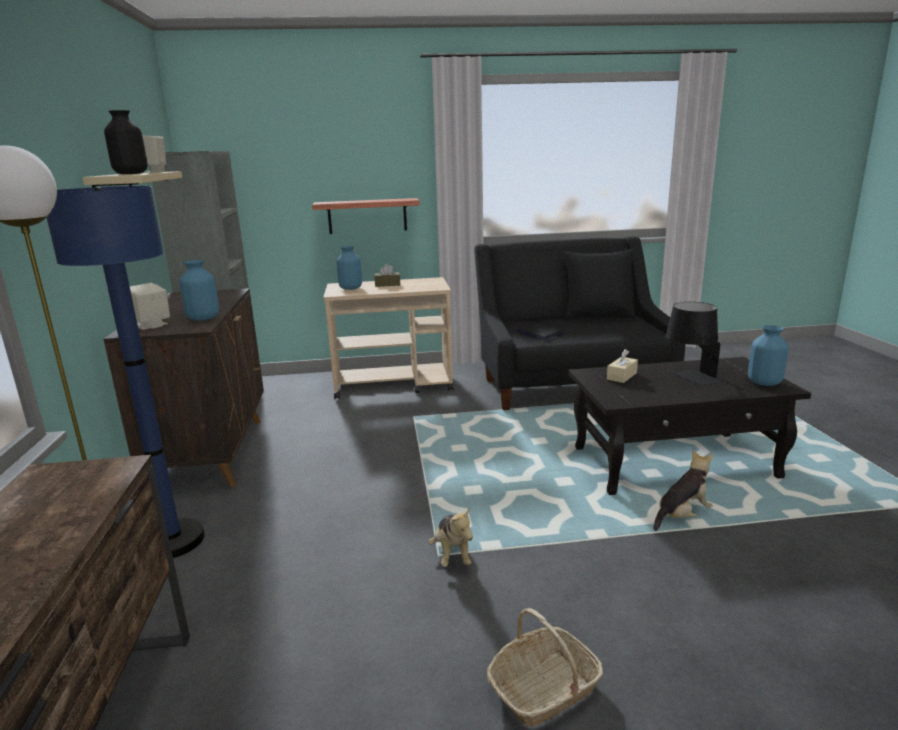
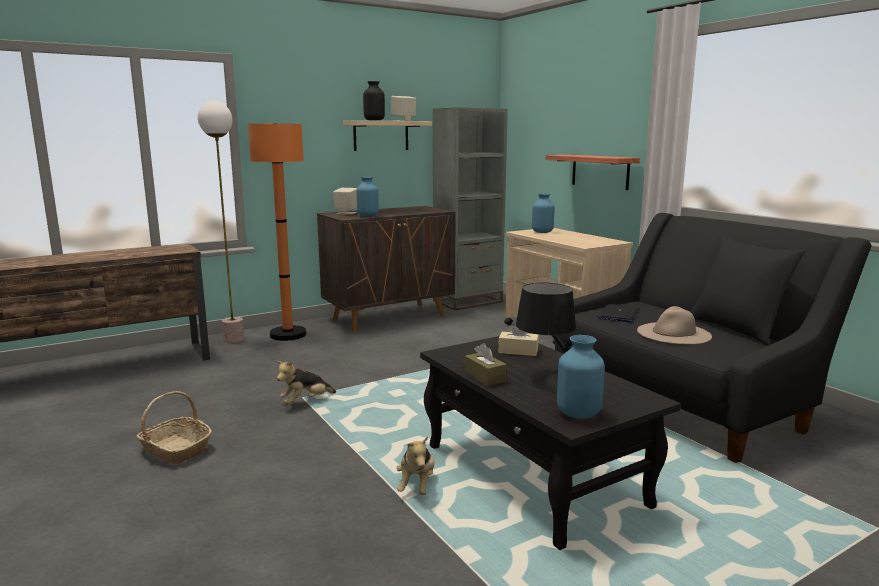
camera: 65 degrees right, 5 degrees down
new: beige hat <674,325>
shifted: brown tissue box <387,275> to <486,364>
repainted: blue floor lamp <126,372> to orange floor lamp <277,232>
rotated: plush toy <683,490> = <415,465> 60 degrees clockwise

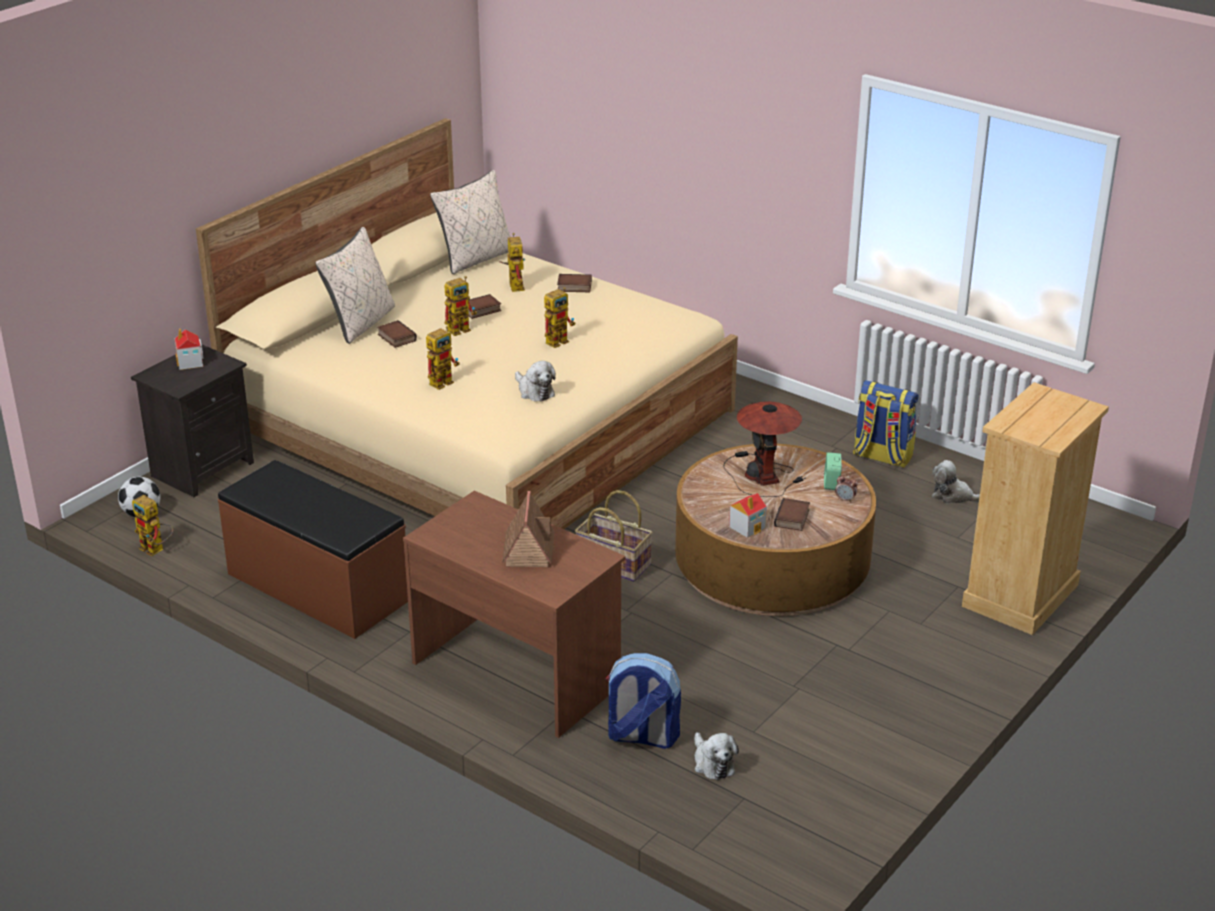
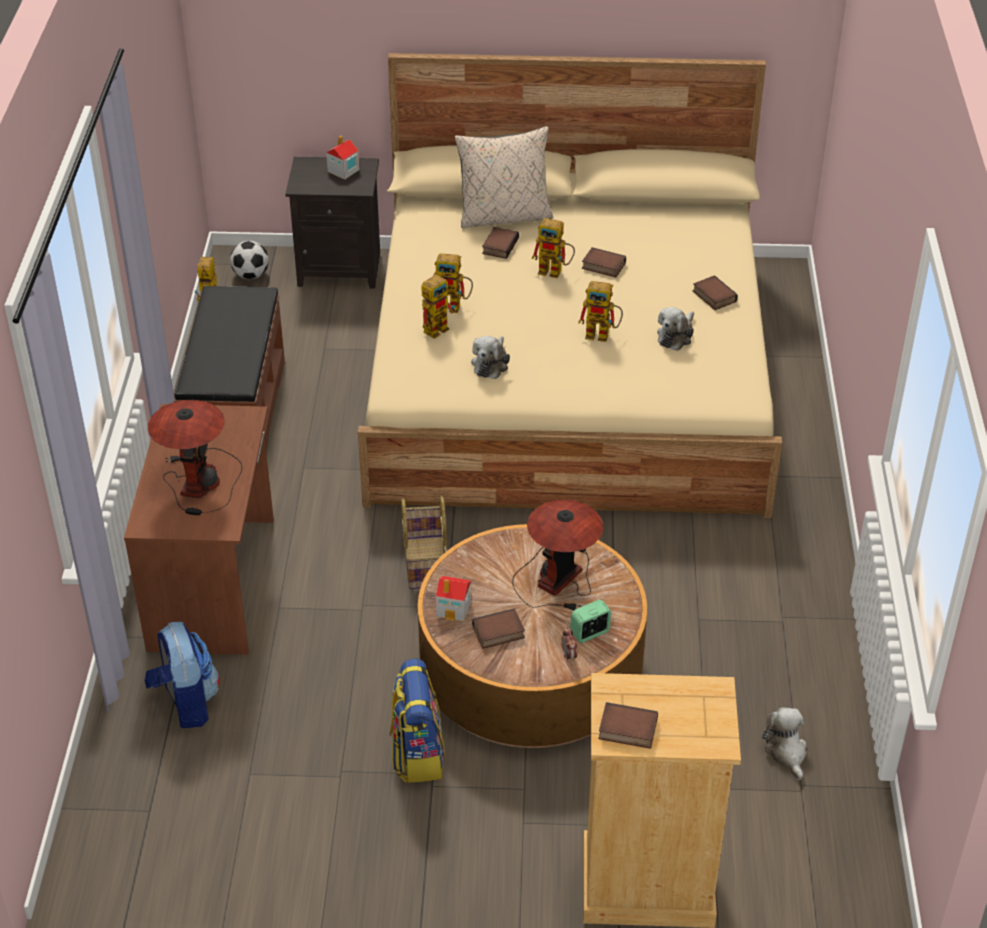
camera: 55 degrees right, 10 degrees up
gone: beige pillow <470,222>
new: book <628,725>
shifted: toy robot <512,262> to <438,306>; plush toy <716,756> to <675,329>; backpack <886,424> to <417,721>
swapped: toy house <528,529> to table lamp <195,457>

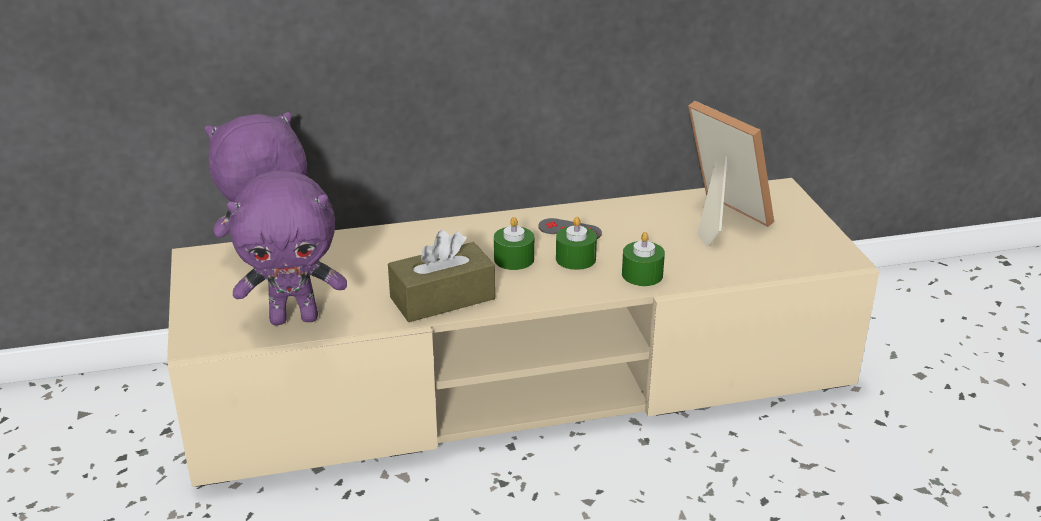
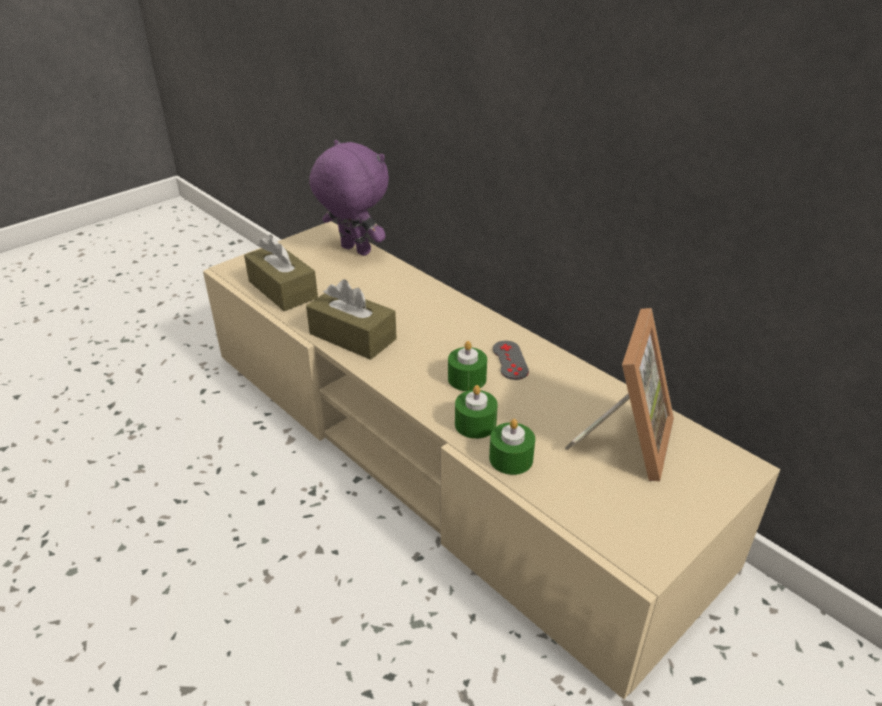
camera: 60 degrees right, 5 degrees up
shifted: green candle <514,243> to <512,447>
swapped: purple plush toy <287,247> to brown tissue box <281,273>

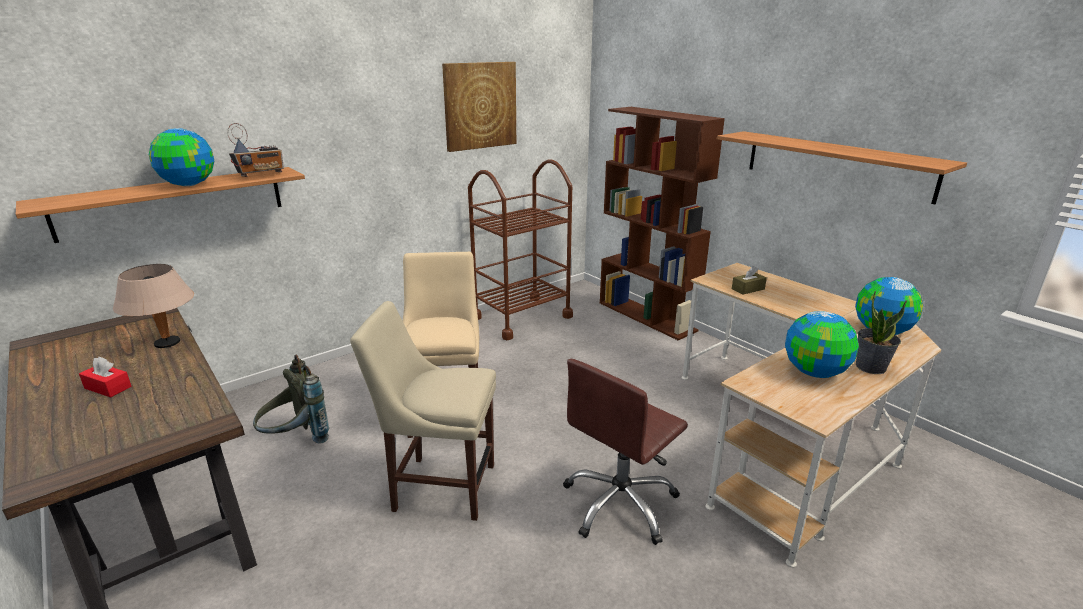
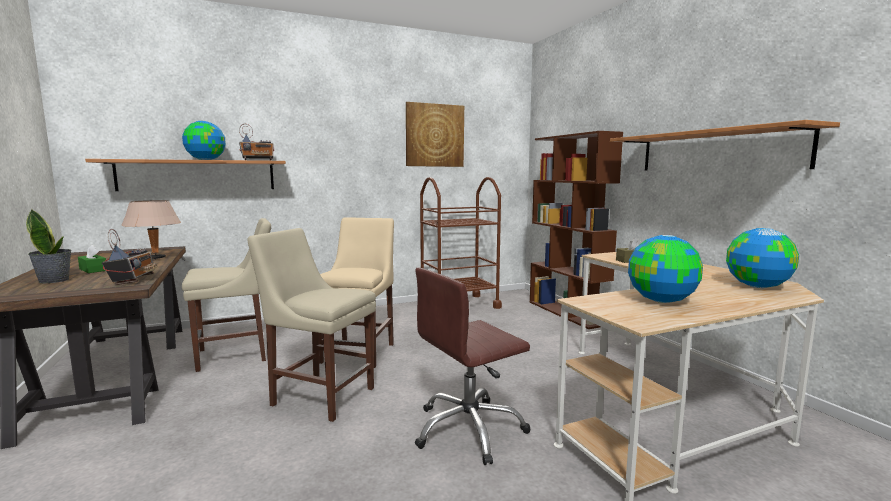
camera: 15 degrees right, 15 degrees down
new: radio <129,257>
shifted: potted plant <881,332> to <49,246>
swapped: grey backpack <291,399> to beige chair <226,295>
repainted: red tissue box <105,377> to green tissue box <92,259>

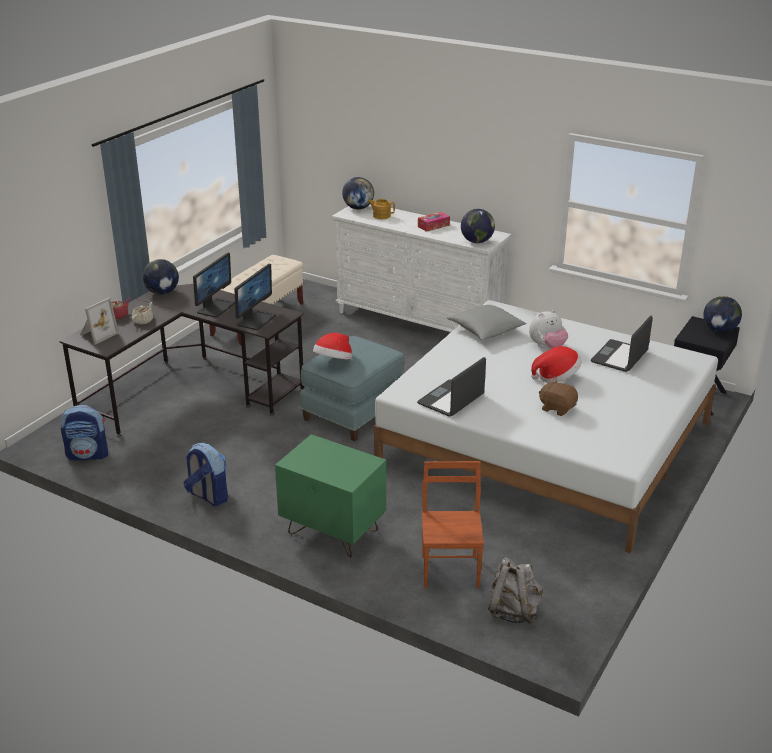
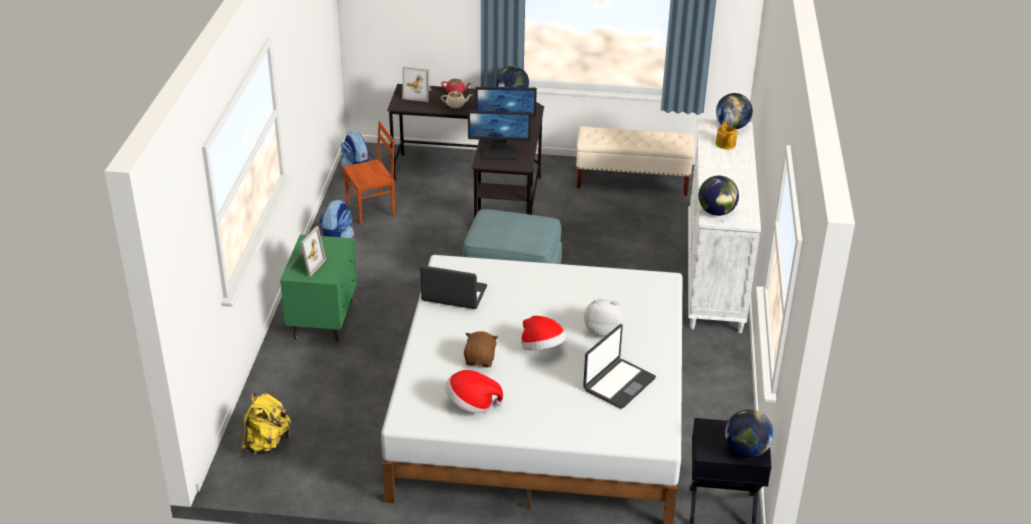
camera: 65 degrees right, 5 degrees up
gone: tissue box <434,222>; grey pillow <487,322>
new: picture frame <306,251>
shifted: hat <332,346> to <474,392>; brown chair <453,525> to <369,173>
repainted: grey backpack <515,590> to yellow backpack <266,424>
rotated: plush toy <548,329> = <604,318> 150 degrees clockwise; laptop <622,344> = <619,366> 120 degrees clockwise

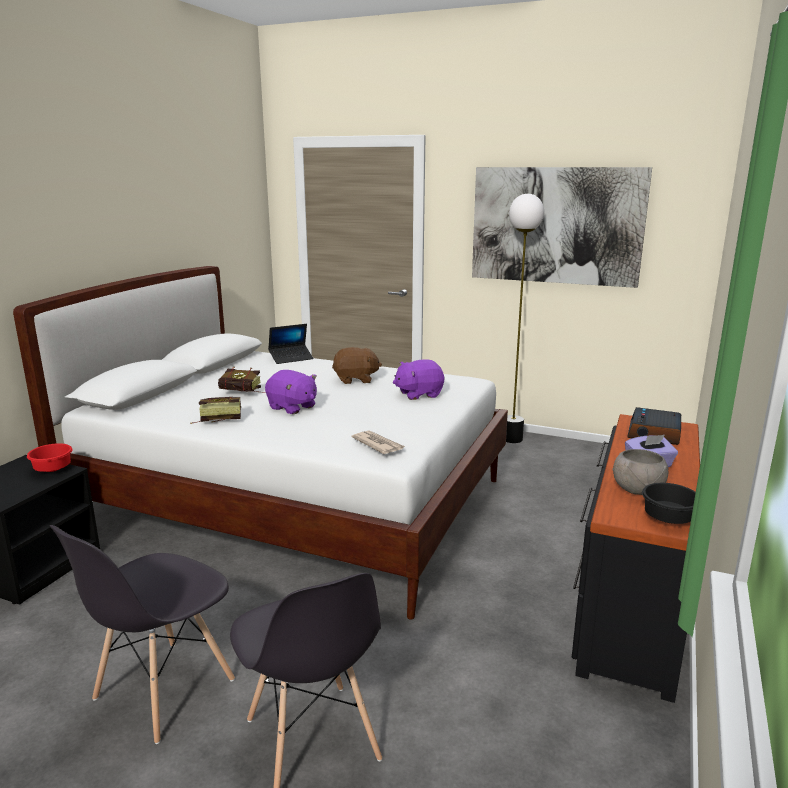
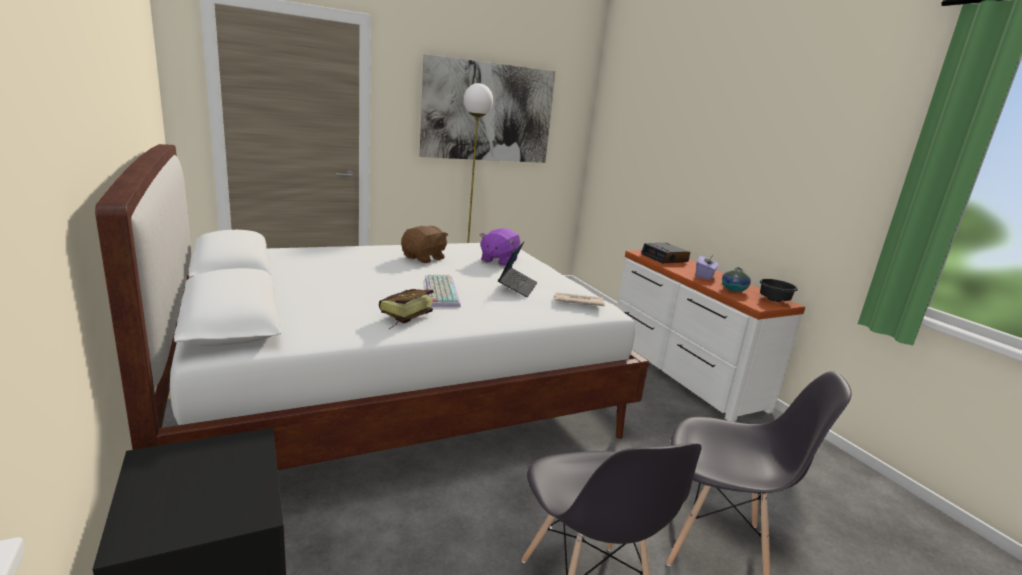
camera: 50 degrees left, 0 degrees up
gone: red bowl <50,457>; book <242,380>
shifted: laptop <290,344> to <518,269>
swapped: purple plush toy <291,392> to keyboard <443,290>; grey bowl <640,472> to vase <736,279>
repainted: black dresser <636,558> to white dresser <711,336>

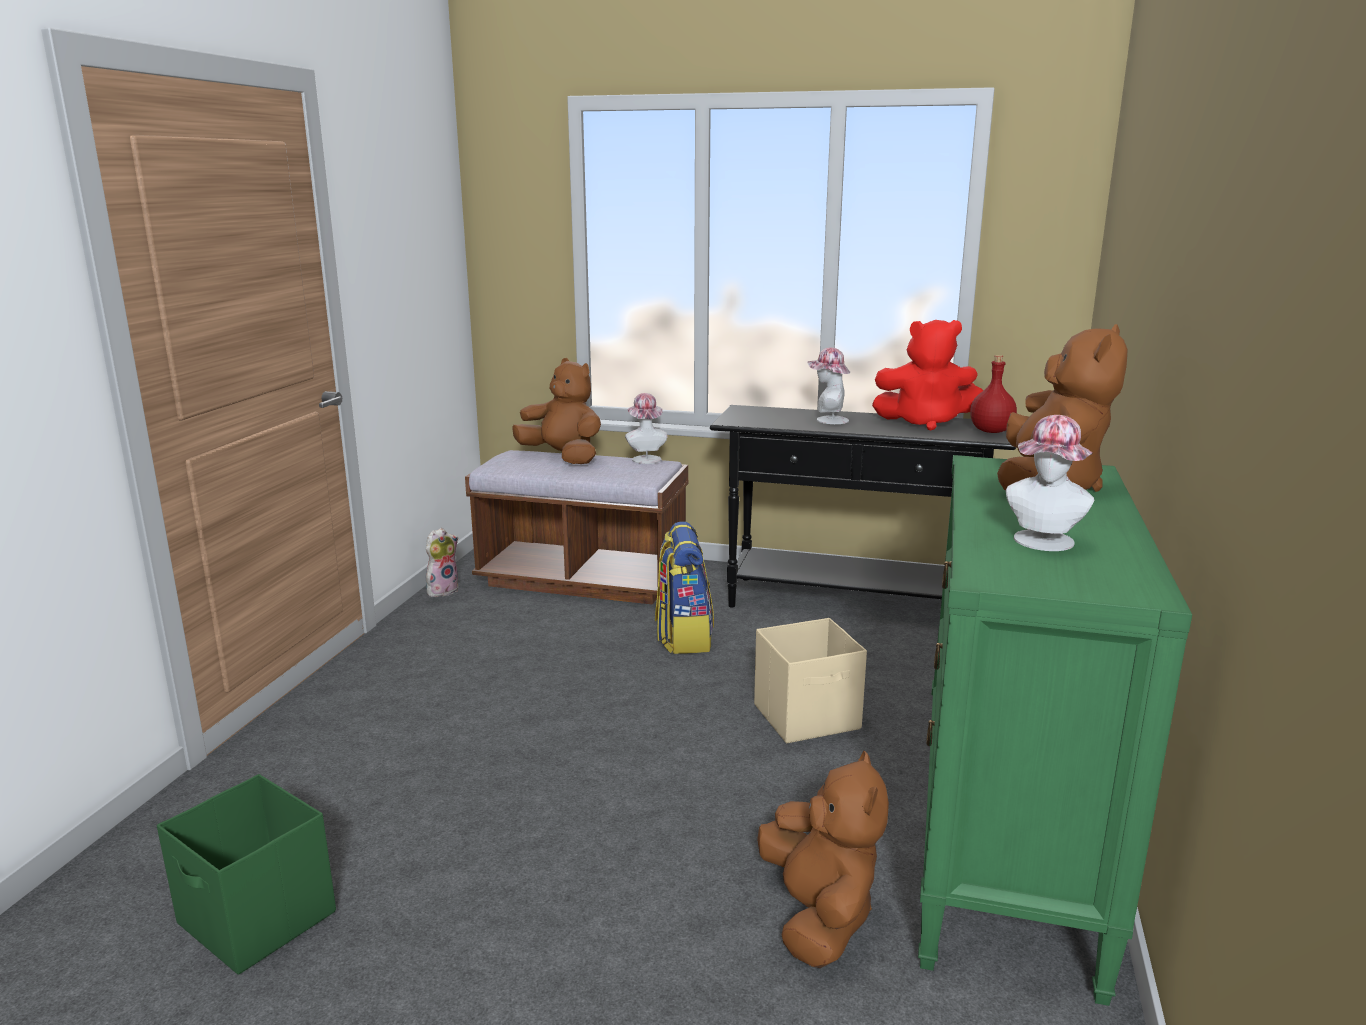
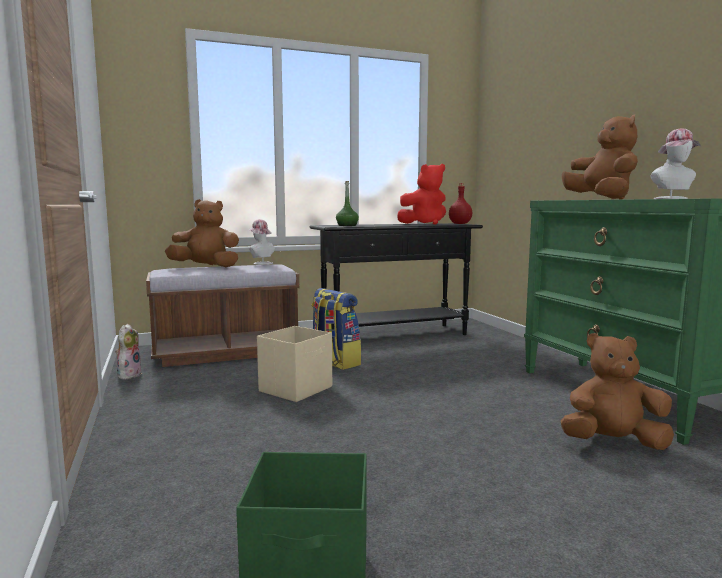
camera: 35 degrees left, 10 degrees down
gone: hat <829,385>
new: green bottle <347,203>
shifted: beige storage box <810,680> to <294,364>
rotated: brown plush toy <823,859> = <617,391> 45 degrees counterclockwise

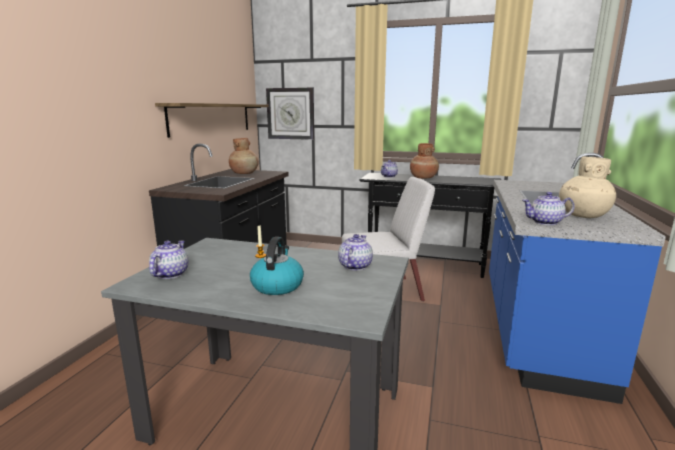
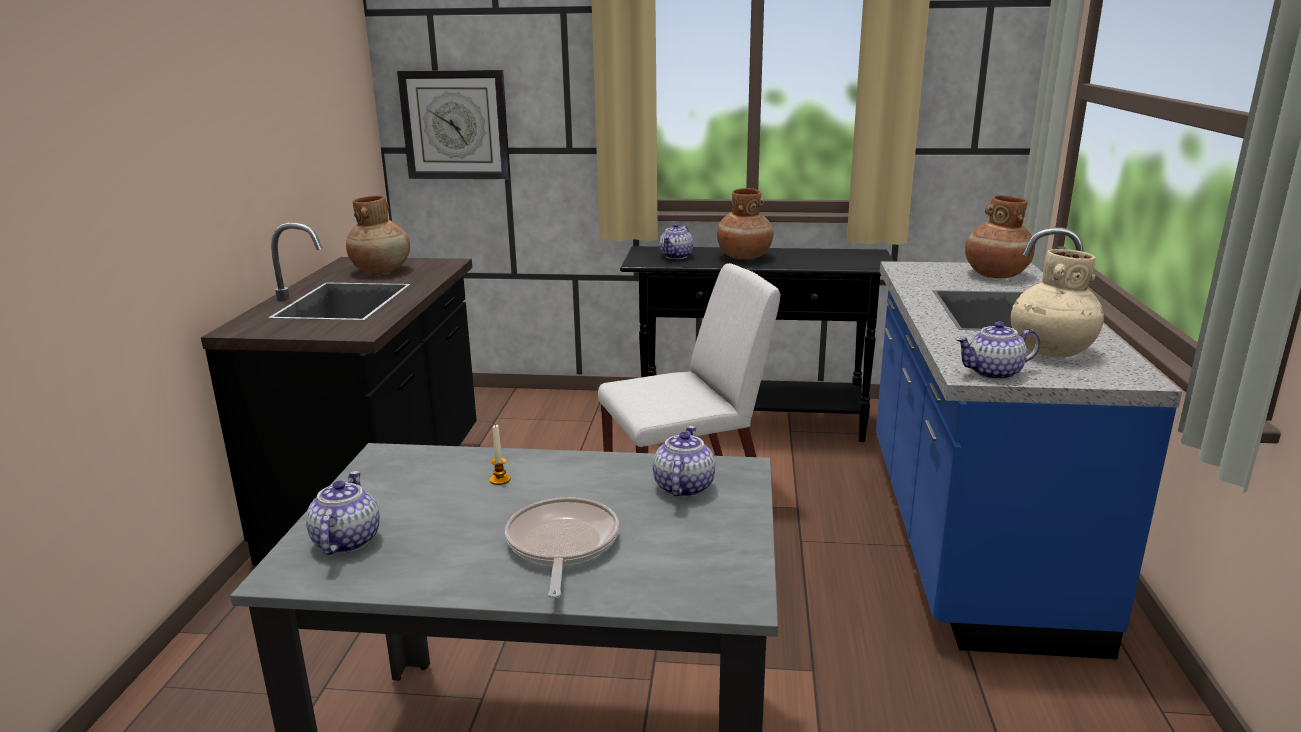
camera: 10 degrees left, 5 degrees up
gone: shelf <212,120>
new: brown vase <1000,236>
swapped: kettle <277,266> to frying pan <562,547>

